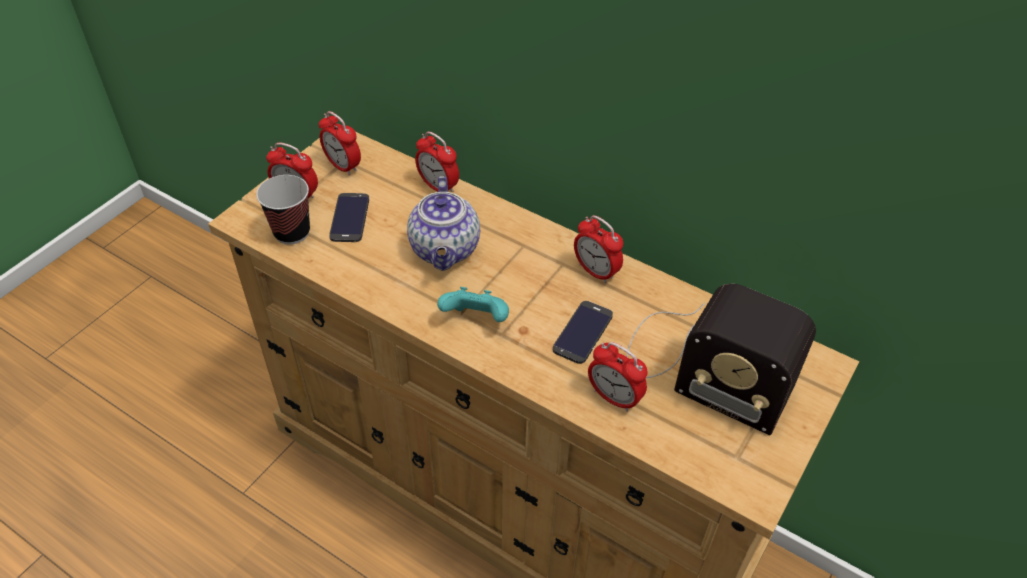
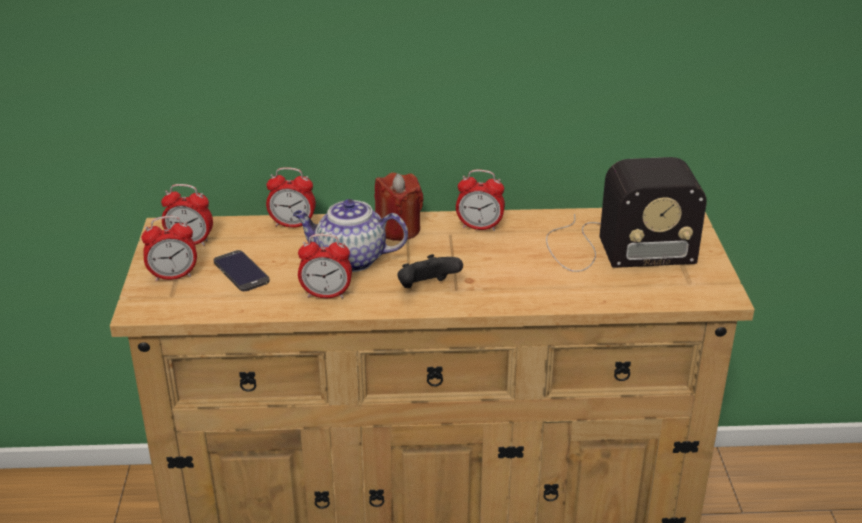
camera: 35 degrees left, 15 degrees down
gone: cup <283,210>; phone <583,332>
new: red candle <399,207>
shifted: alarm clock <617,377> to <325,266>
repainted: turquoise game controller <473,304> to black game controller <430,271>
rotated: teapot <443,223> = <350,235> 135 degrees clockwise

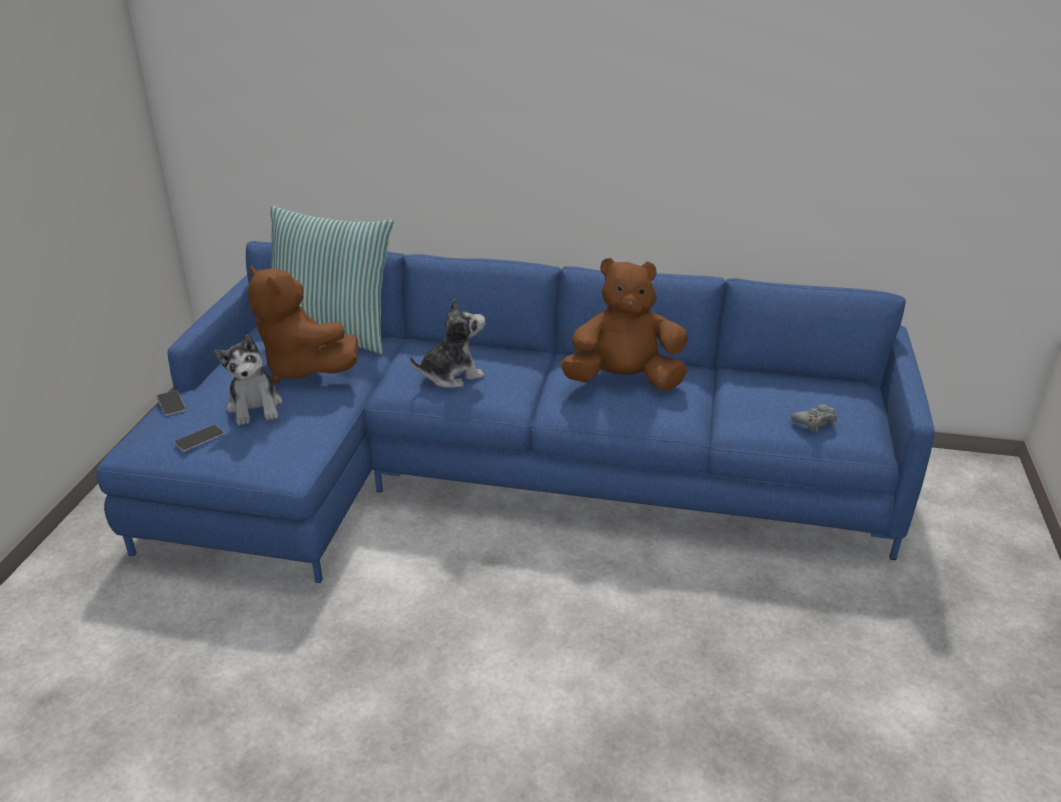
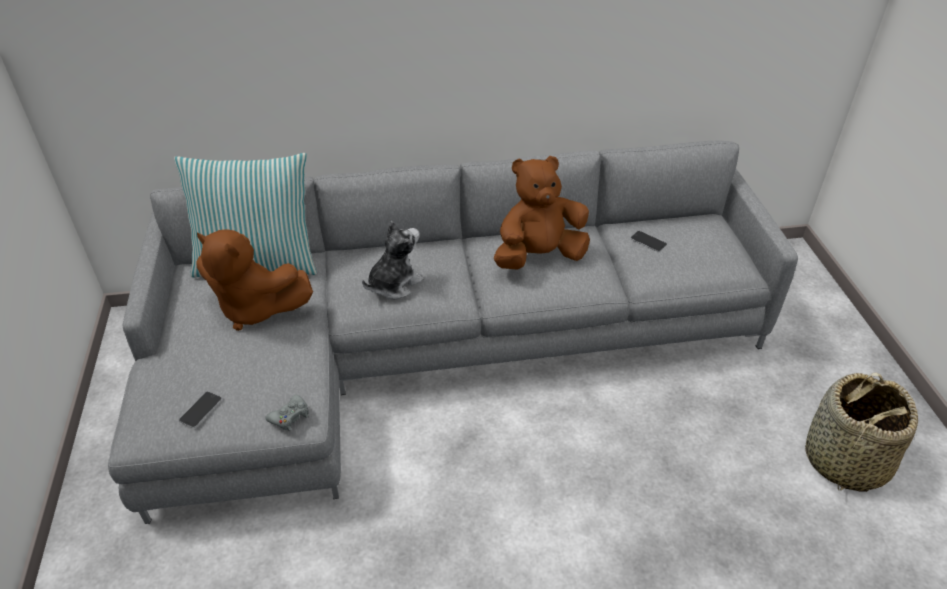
camera: 20 degrees left, 10 degrees up
gone: plush toy <248,380>
new: basket <861,432>
shifted: phone <171,403> to <648,241>; grey game controller <814,418> to <287,413>
repainted: blue sofa <516,412> to grey sofa <453,332>

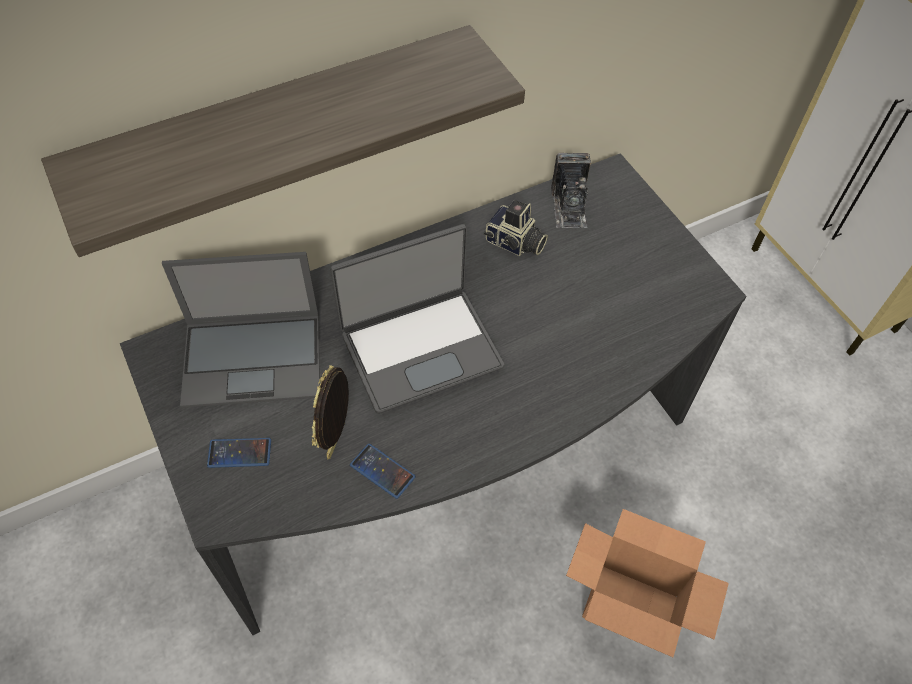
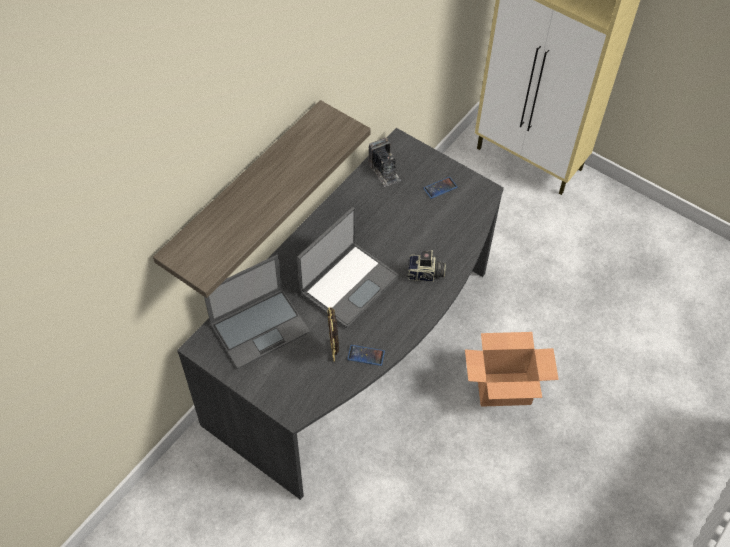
camera: 25 degrees left, 0 degrees up
shifted: phone <239,453> to <440,188>; photo camera <516,228> to <426,266>

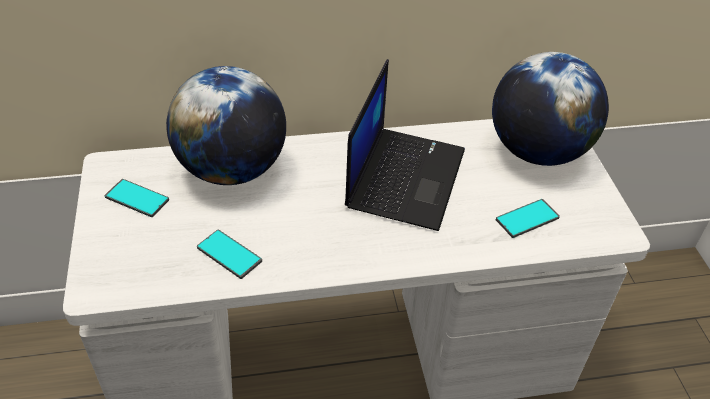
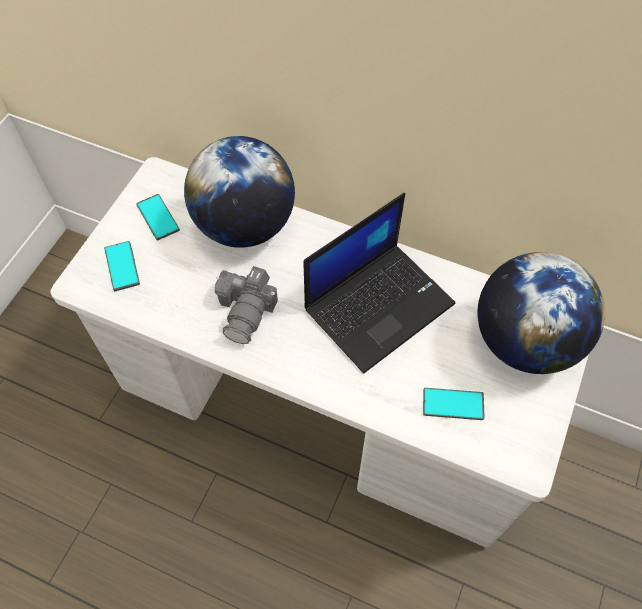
camera: 35 degrees right, 15 degrees up
new: photo camera <246,305>
shifted: phone <229,254> to <122,266>

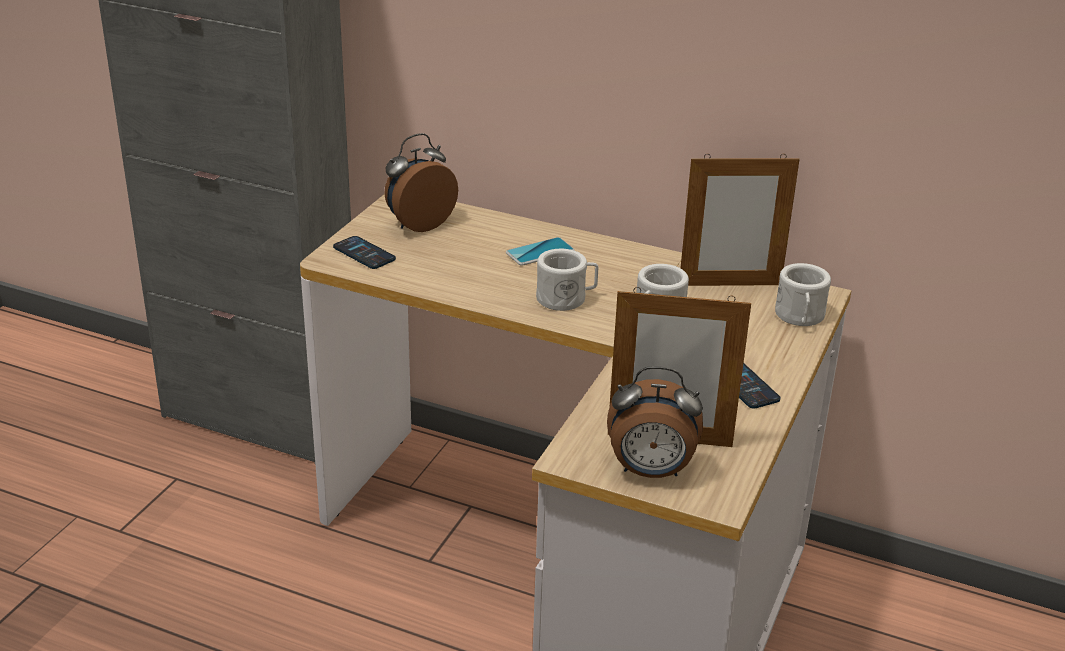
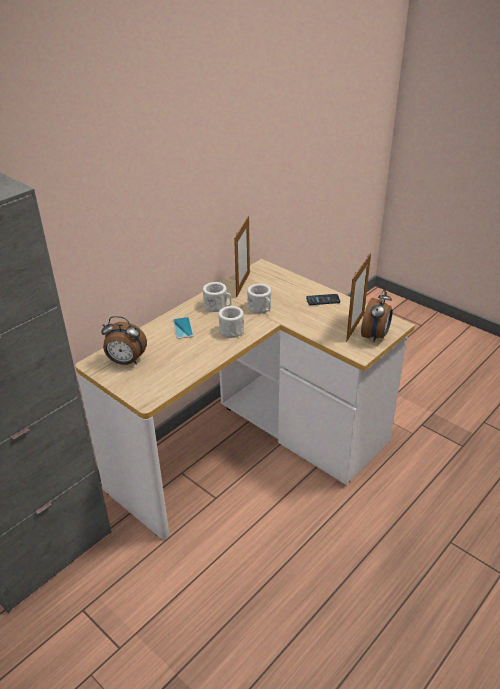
camera: 70 degrees left, 5 degrees up
gone: phone <364,252>
shifted: white mug <803,294> to <217,297>
rotated: alarm clock <421,182> = <124,340> 60 degrees counterclockwise

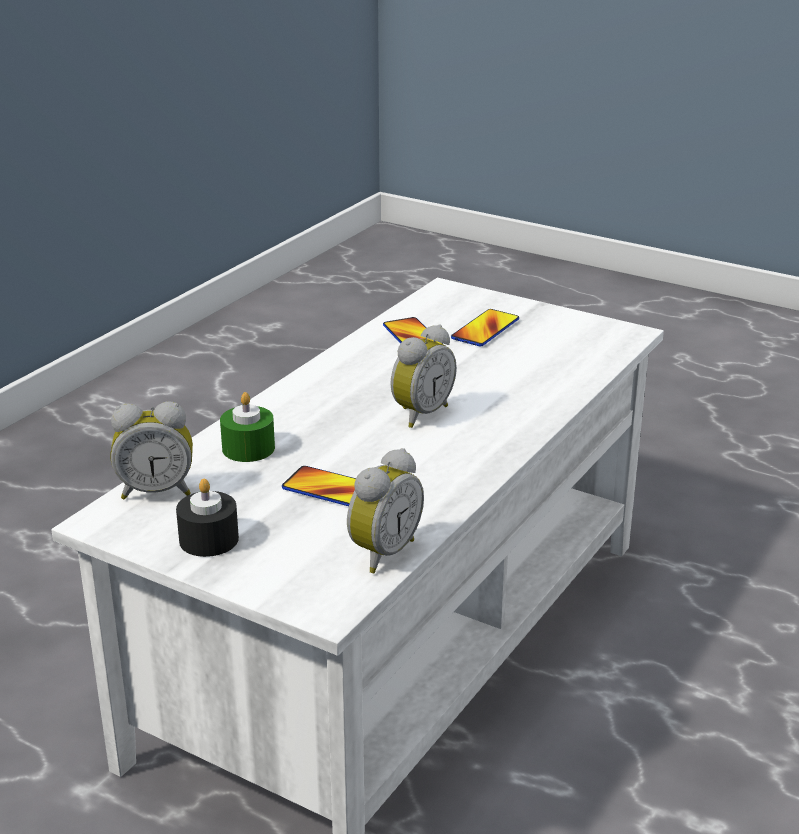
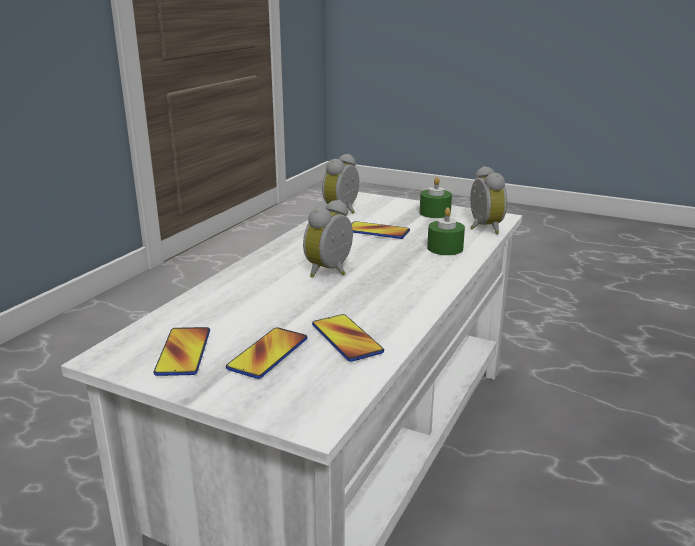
camera: 175 degrees right, 5 degrees down
new: phone <181,351>
repainted: black candle <207,518> to green candle <436,197>
rotated: alarm clock <152,450> = <488,200> 90 degrees clockwise

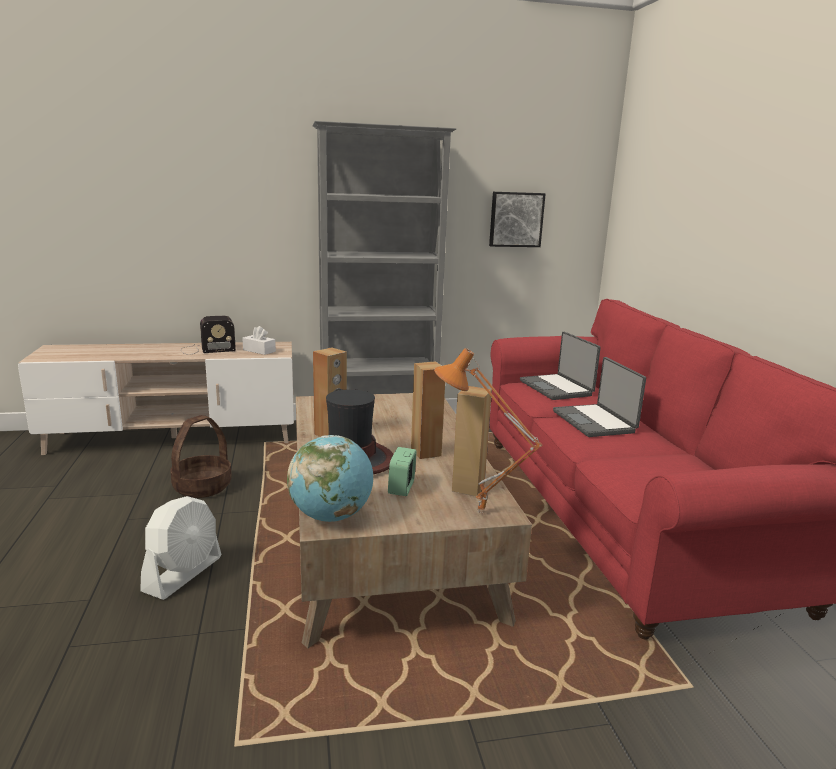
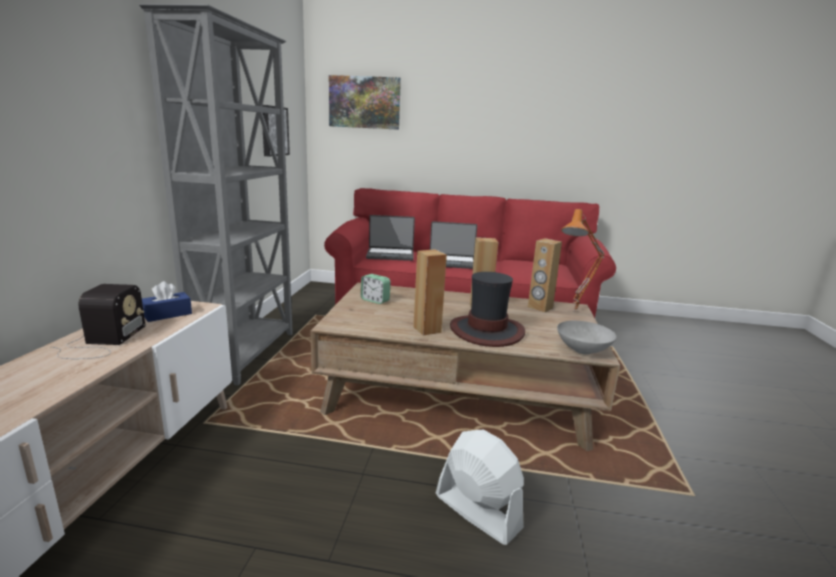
camera: 70 degrees left, 0 degrees up
gone: basket <201,456>
new: picture <365,102>
shifted: alarm clock <402,471> to <376,289>
swapped: globe <330,478> to grey bowl <587,337>
repainted: white tissue box <259,340> to blue tissue box <167,301>

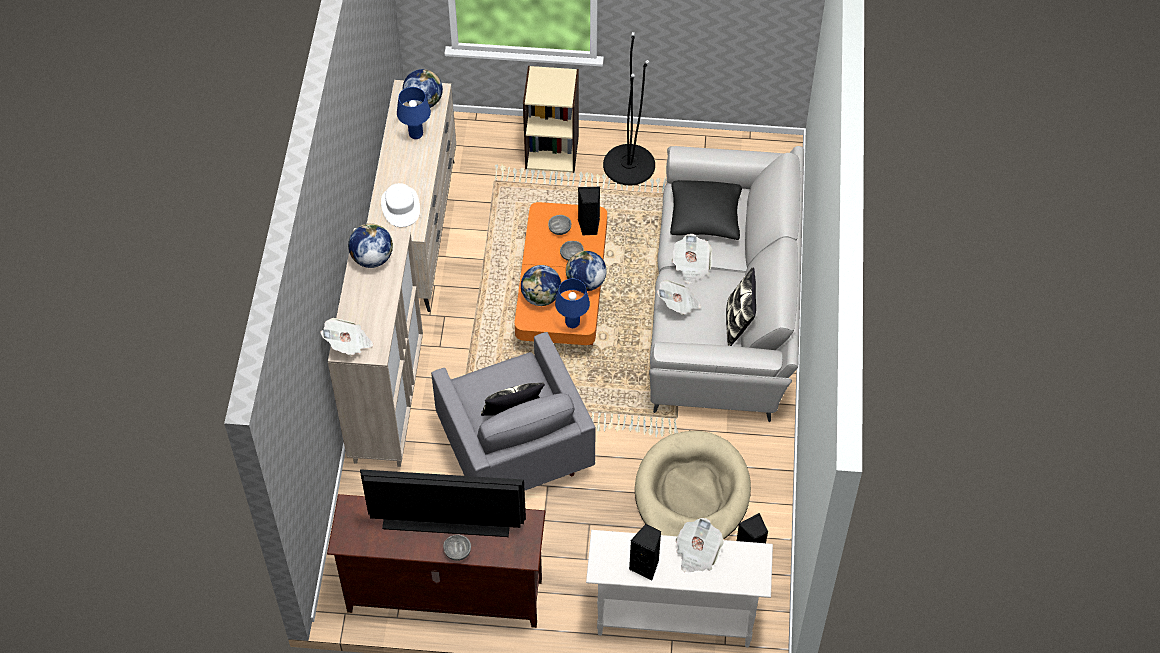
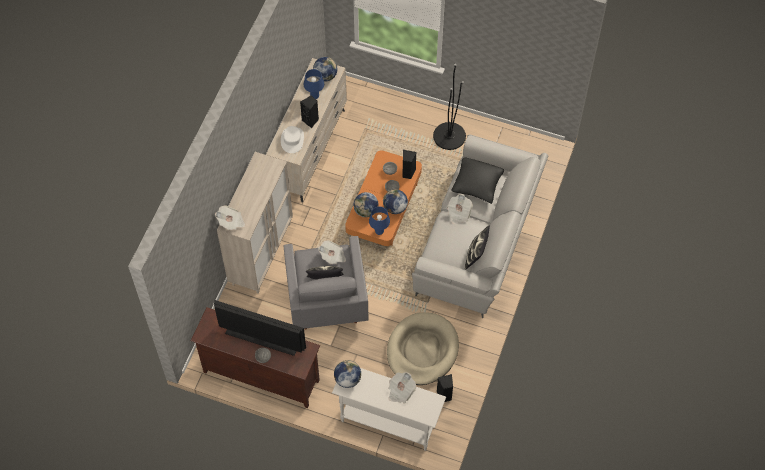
camera: 15 degrees right, 5 degrees up
gone: beige bookcase <551,119>
shifted: globe <370,245> to <347,374>; black speaker <645,552> to <309,112>; newspaper <679,297> to <332,252>

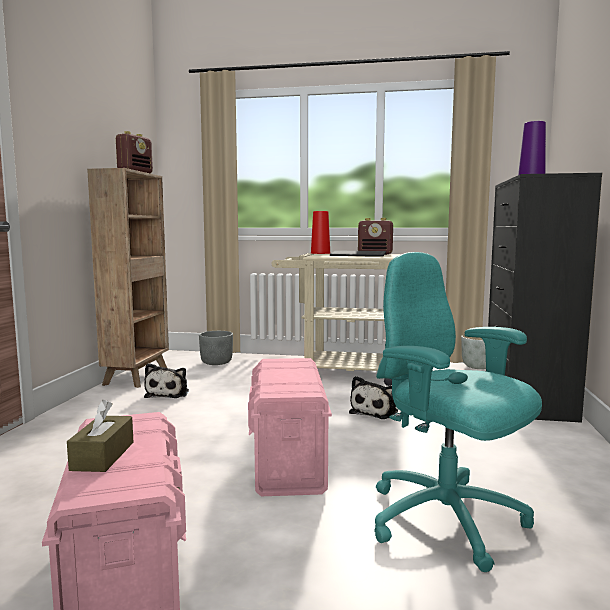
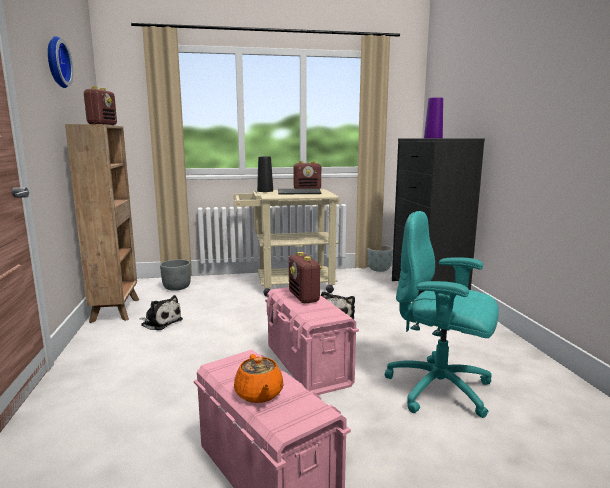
camera: 20 degrees left, 5 degrees up
new: wall clock <60,62>; radio <306,277>
swapped: brown tissue box <100,436> to orange teapot <258,378>
repainted: red vase <320,232> to black vase <265,174>
rotated: plush toy <166,380> = <161,312> 45 degrees counterclockwise

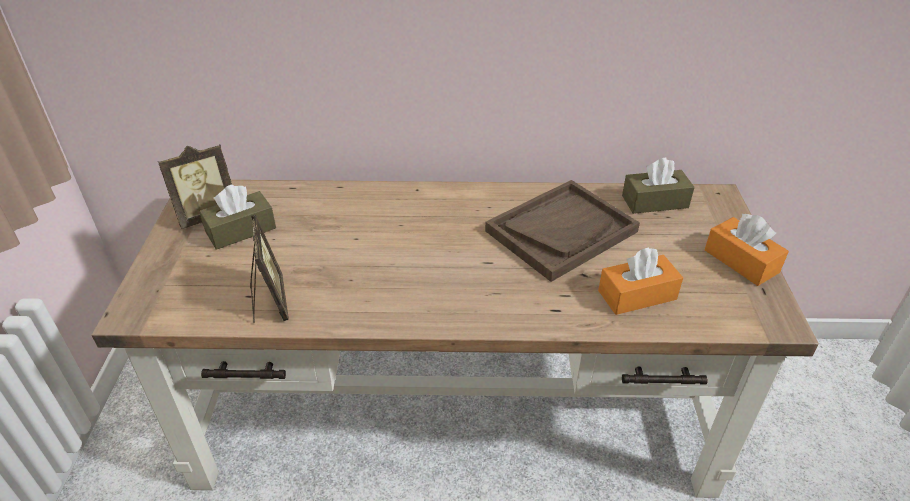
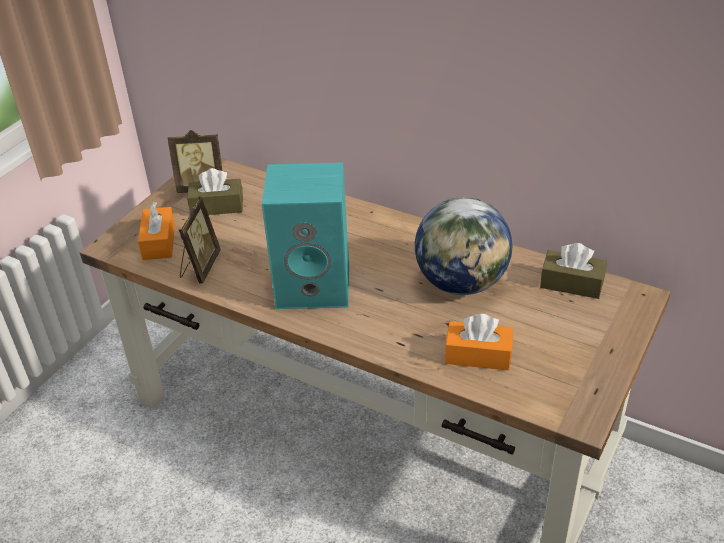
camera: 30 degrees right, 0 degrees up
new: turquoise speaker <305,235>
shifted: orange tissue box <747,250> to <156,231>
swapped: brown tray <562,231> to globe <463,246>

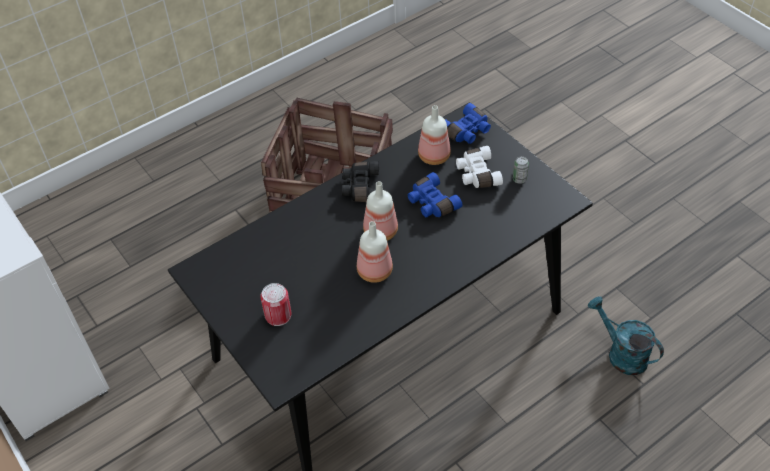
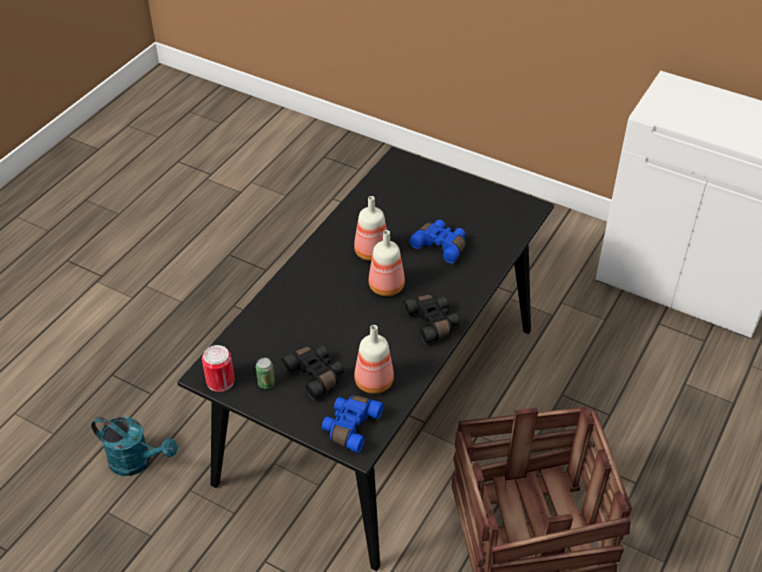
camera: 155 degrees right, 5 degrees down
shifted: can <275,304> to <218,368>; blue binoculars <435,194> to <437,241>
repainted: white binoculars <479,167> to black binoculars <312,373>

